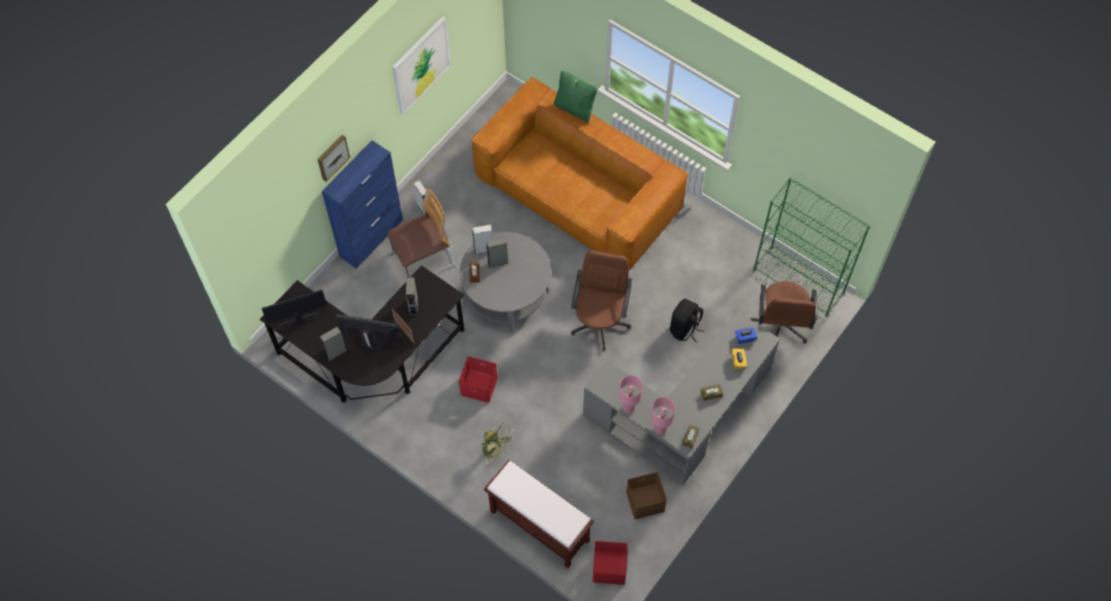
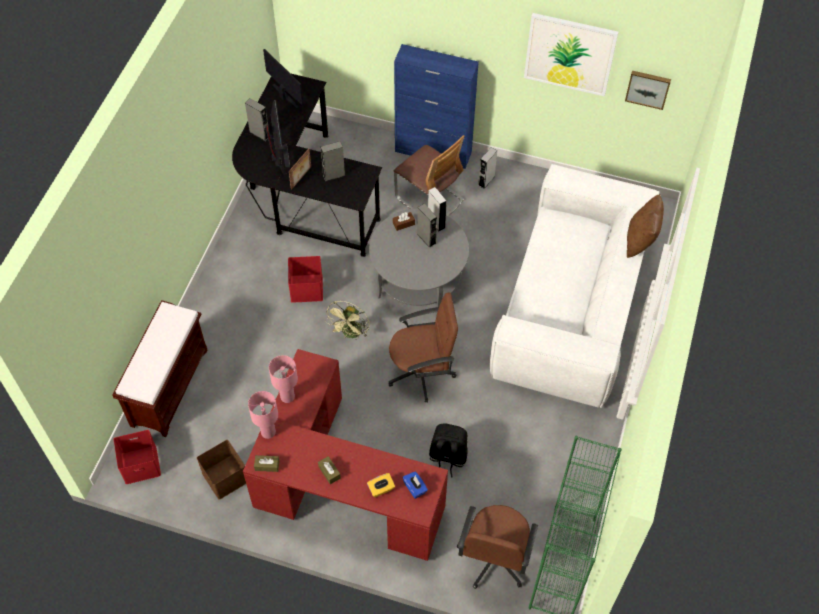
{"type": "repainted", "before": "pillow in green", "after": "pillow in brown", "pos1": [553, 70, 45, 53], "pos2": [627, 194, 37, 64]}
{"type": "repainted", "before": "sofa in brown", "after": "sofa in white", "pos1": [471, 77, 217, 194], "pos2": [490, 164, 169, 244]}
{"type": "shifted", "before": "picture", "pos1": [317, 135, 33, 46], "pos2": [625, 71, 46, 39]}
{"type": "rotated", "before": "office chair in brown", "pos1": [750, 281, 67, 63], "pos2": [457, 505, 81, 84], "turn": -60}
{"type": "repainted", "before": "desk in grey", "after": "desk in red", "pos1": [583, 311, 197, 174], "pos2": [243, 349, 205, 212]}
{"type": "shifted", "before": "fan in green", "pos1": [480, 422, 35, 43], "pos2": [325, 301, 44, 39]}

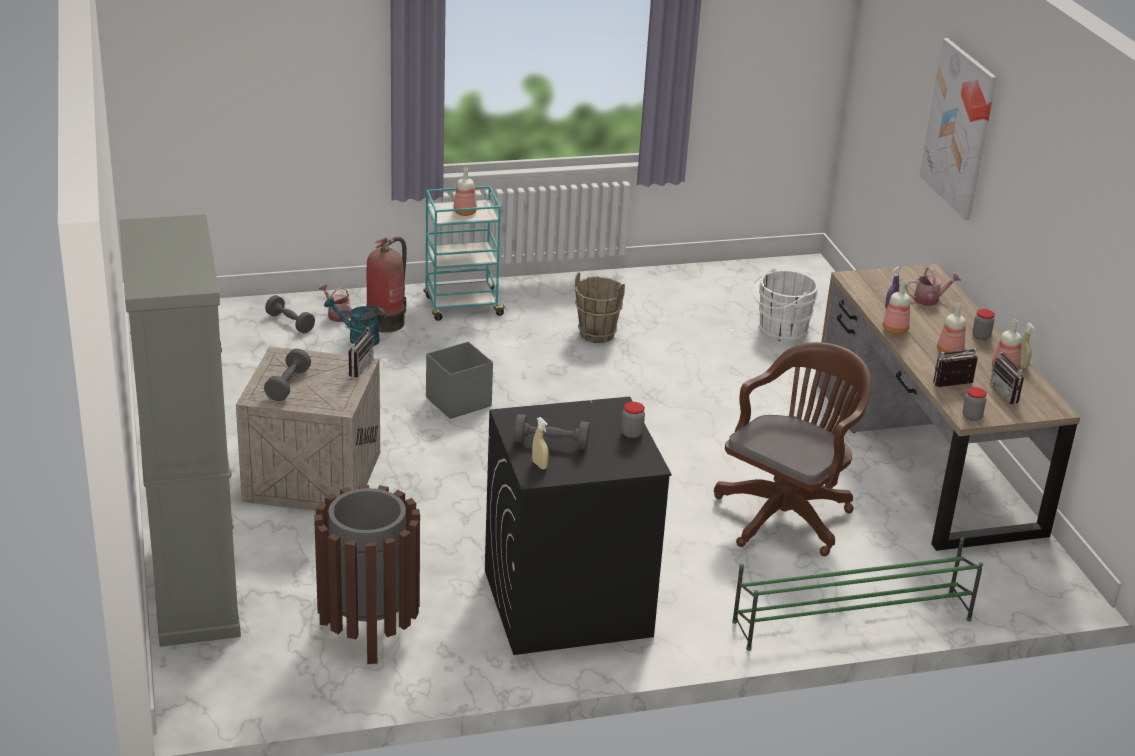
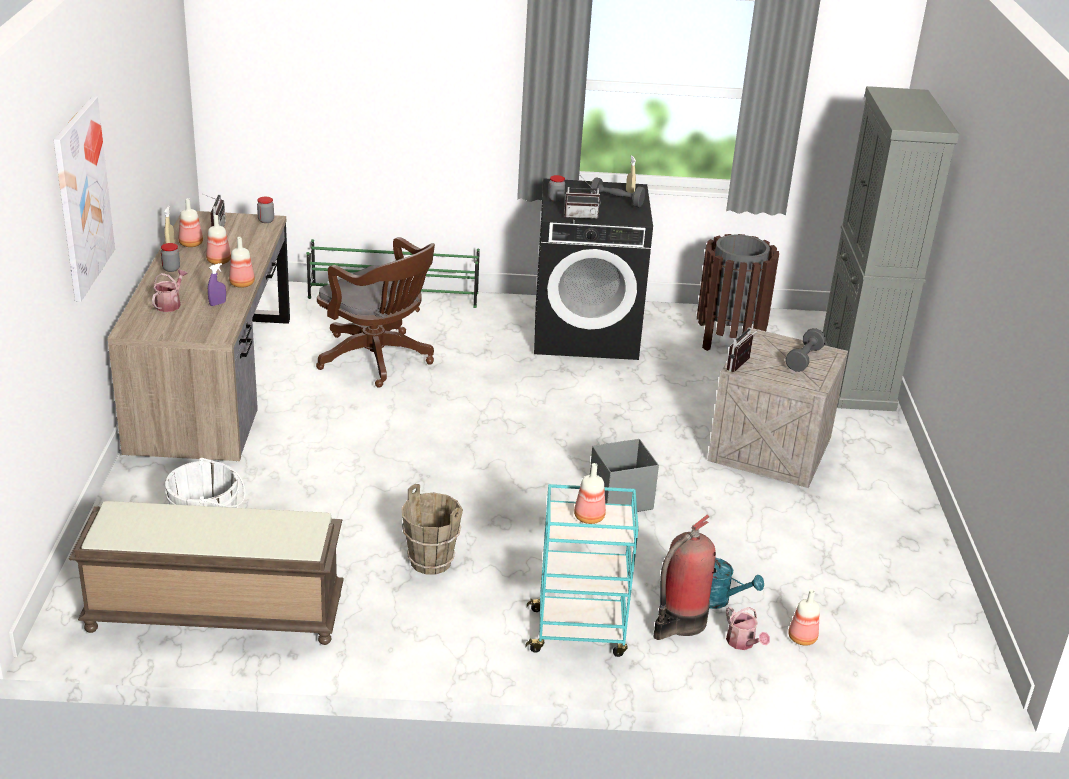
{"type": "rotated", "before": "watering can", "pos1": [905, 267, 56, 39], "pos2": [152, 269, 35, 43], "turn": 105}
{"type": "swapped", "before": "dumbbell in grey", "after": "bottle", "pos1": [265, 295, 50, 38], "pos2": [788, 590, 32, 56]}
{"type": "rotated", "before": "office chair in brown", "pos1": [714, 342, 157, 214], "pos2": [316, 237, 119, 151], "turn": -105}
{"type": "shifted", "before": "radio", "pos1": [933, 348, 45, 39], "pos2": [564, 180, 37, 39]}
{"type": "new", "after": "bench in brown", "pos2": [69, 501, 275, 144]}

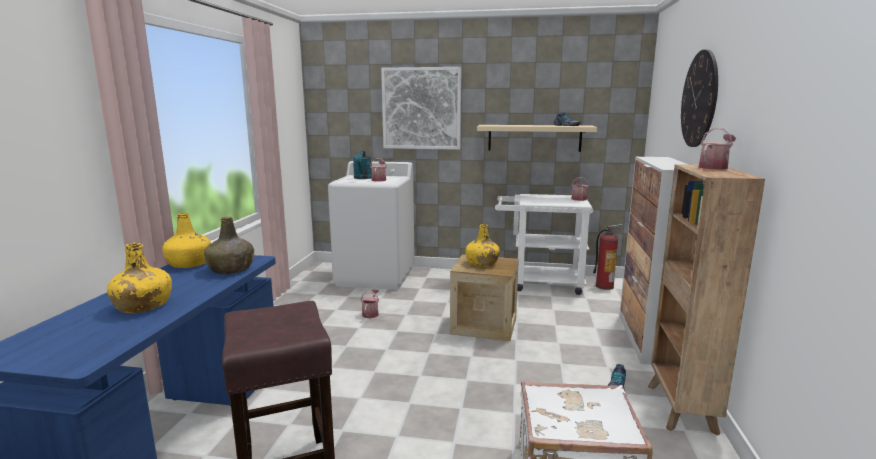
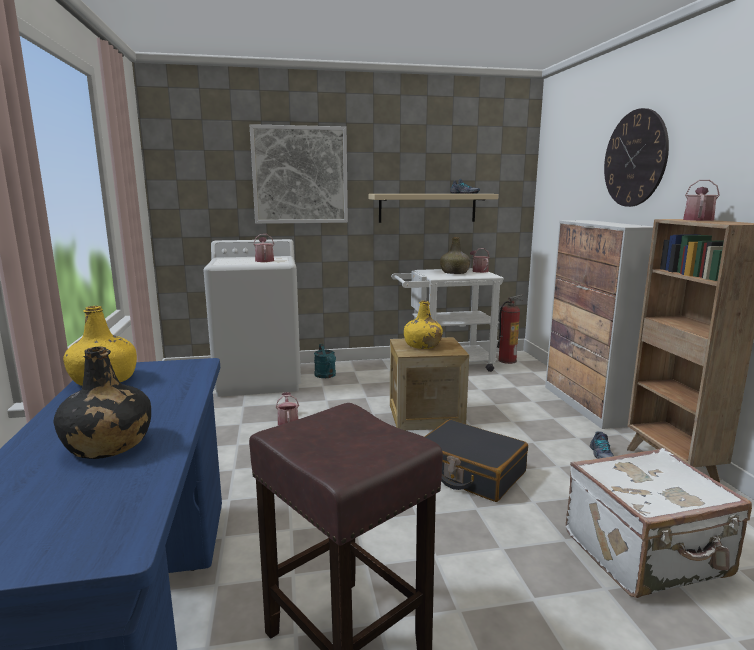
{"type": "shifted", "before": "watering can in turquoise", "pos1": [353, 151, 19, 28], "pos2": [314, 344, 22, 34]}
{"type": "shifted", "before": "bottle in green", "pos1": [204, 216, 50, 58], "pos2": [440, 237, 30, 37]}
{"type": "repainted", "before": "bottle in yellow", "after": "bottle in black", "pos1": [107, 242, 65, 71], "pos2": [54, 346, 97, 113]}
{"type": "new", "after": "suitcase in black", "pos2": [425, 419, 103, 83]}

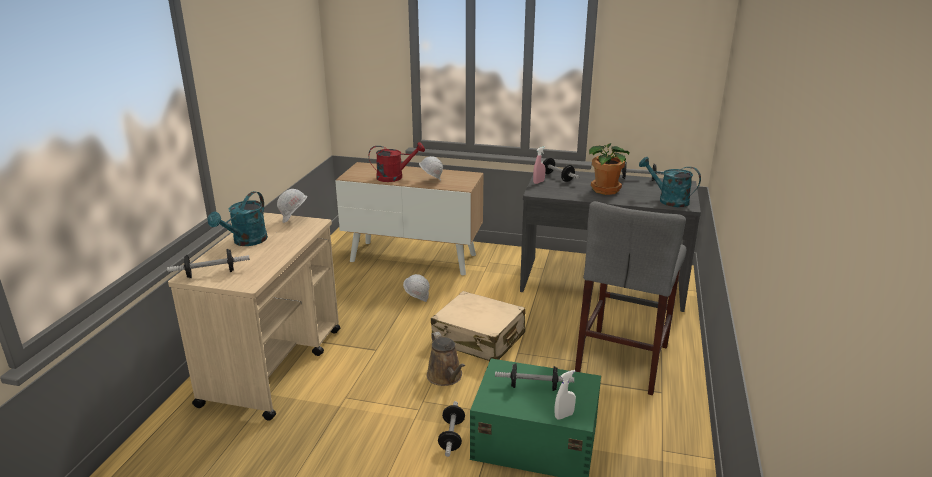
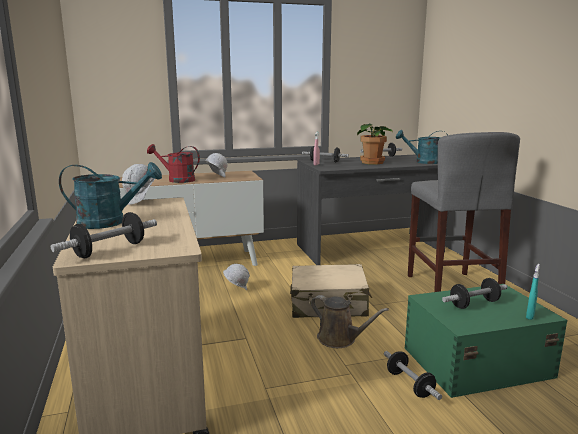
{"type": "rotated", "before": "watering can in red", "pos1": [369, 142, 56, 40], "pos2": [147, 144, 53, 39], "turn": -120}
{"type": "rotated", "before": "watering can in turquoise", "pos1": [208, 191, 60, 55], "pos2": [59, 162, 103, 67], "turn": -90}
{"type": "repainted", "before": "spray bottle in white", "after": "spray bottle in turquoise", "pos1": [555, 370, 21, 50], "pos2": [526, 264, 14, 56]}

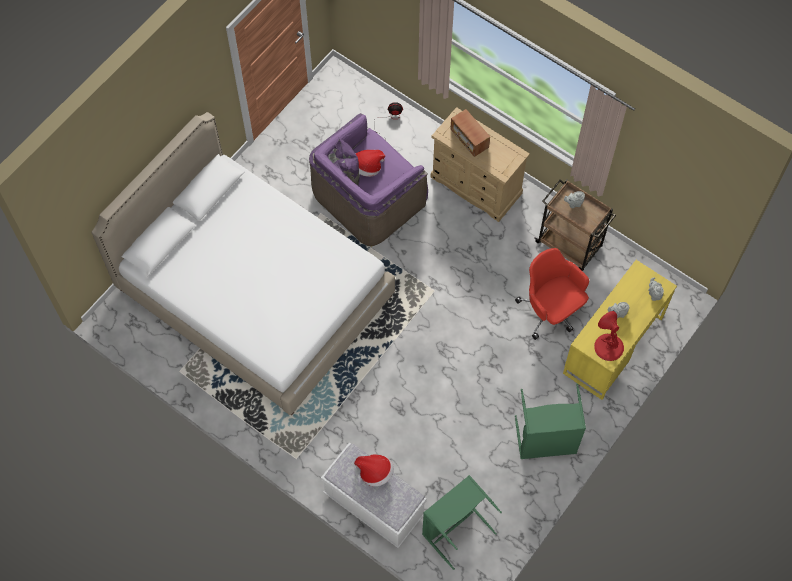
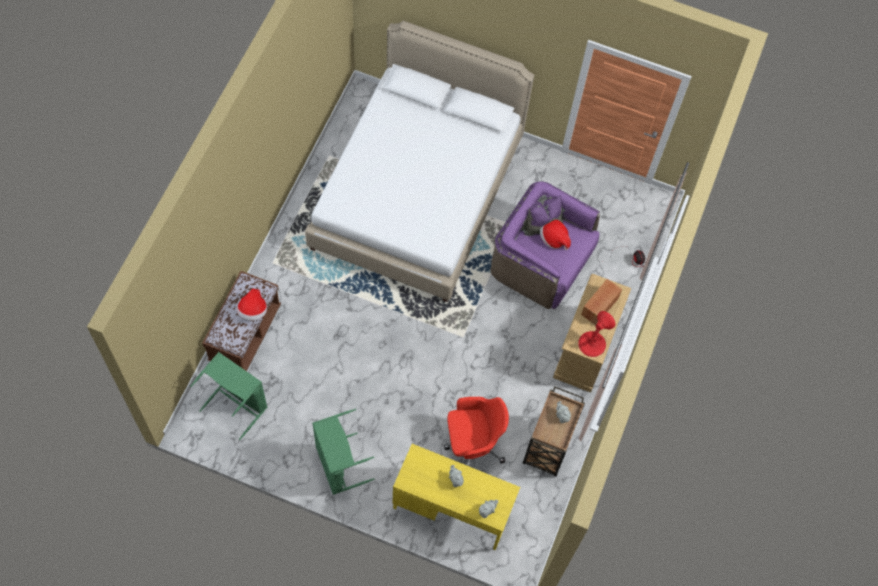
{"type": "rotated", "before": "office chair in red", "pos1": [515, 248, 74, 92], "pos2": [444, 397, 65, 69], "turn": 45}
{"type": "shifted", "before": "table lamp in red", "pos1": [594, 311, 30, 50], "pos2": [578, 311, 37, 46]}
{"type": "repainted", "before": "bench in white", "after": "bench in brown", "pos1": [321, 442, 105, 106], "pos2": [202, 271, 79, 100]}

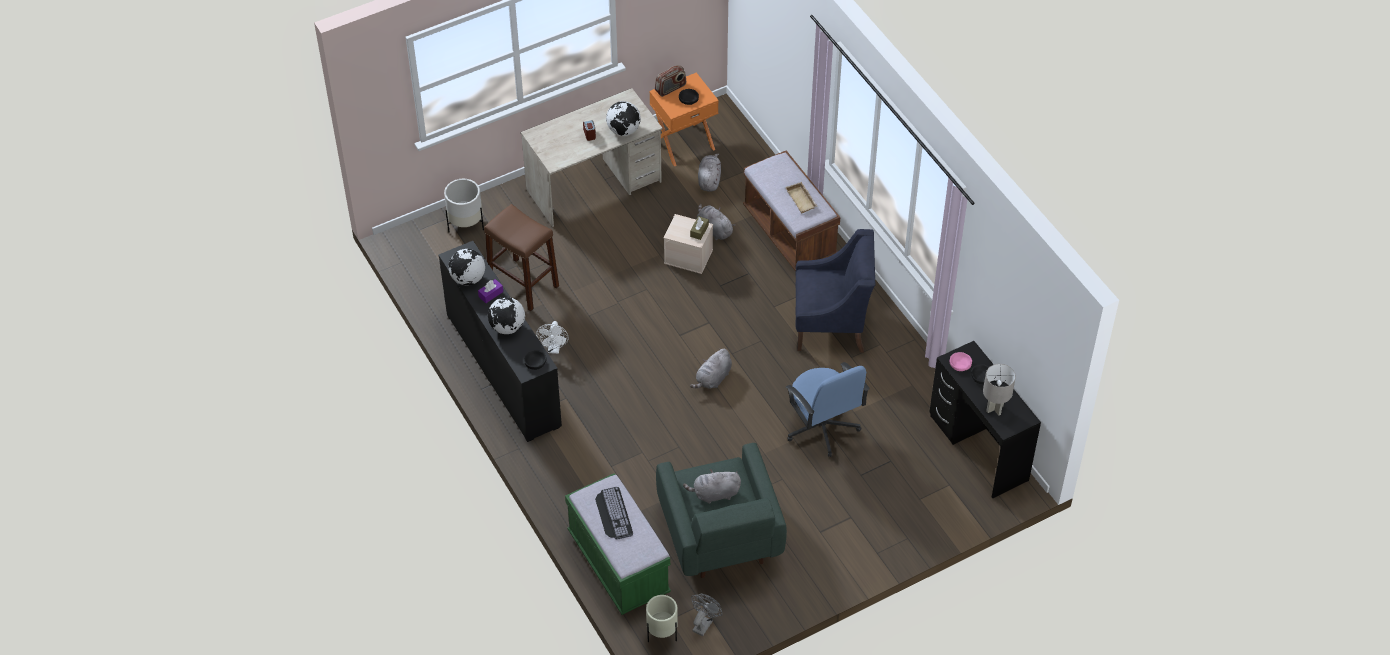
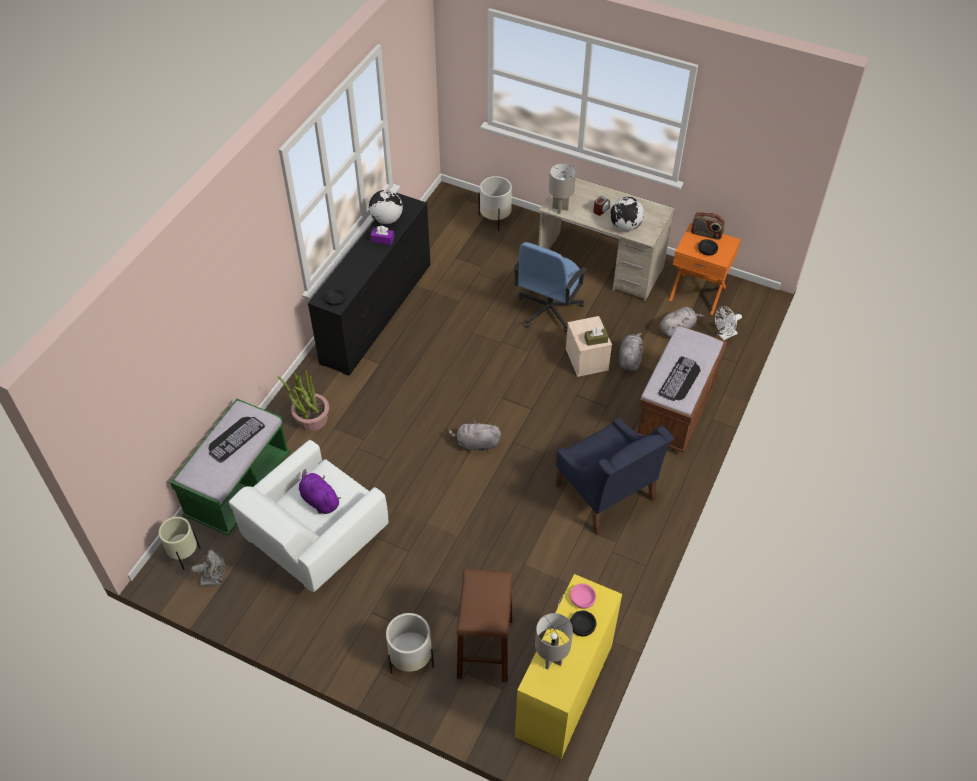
{"type": "swapped", "before": "tray in beige", "after": "keyboard", "pos1": [785, 182, 33, 31], "pos2": [659, 356, 42, 45]}
{"type": "shifted", "before": "stool in brown", "pos1": [484, 204, 75, 107], "pos2": [456, 569, 57, 113]}
{"type": "gone", "before": "globe", "pos1": [488, 297, 37, 37]}
{"type": "shifted", "before": "fan in white", "pos1": [536, 321, 33, 33], "pos2": [715, 306, 27, 34]}
{"type": "repainted", "before": "desk in black", "after": "desk in yellow", "pos1": [929, 341, 112, 157], "pos2": [515, 574, 107, 185]}
{"type": "shifted", "before": "office chair in blue", "pos1": [786, 362, 83, 95], "pos2": [514, 242, 74, 90]}
{"type": "repainted", "before": "armchair in green", "after": "armchair in white", "pos1": [656, 443, 131, 135], "pos2": [229, 440, 159, 152]}
{"type": "repainted", "before": "plush toy in grey", "after": "plush toy in purple", "pos1": [683, 469, 58, 35], "pos2": [299, 469, 42, 45]}
{"type": "new", "after": "table lamp in grey", "pos2": [549, 163, 27, 51]}
{"type": "new", "after": "potted plant", "pos2": [278, 369, 51, 62]}
{"type": "new", "after": "planter in white", "pos2": [386, 613, 48, 61]}

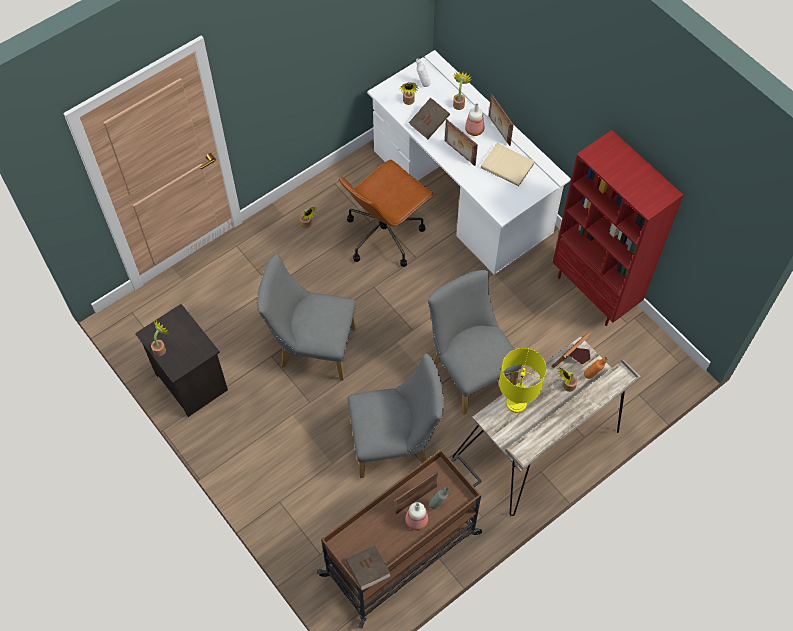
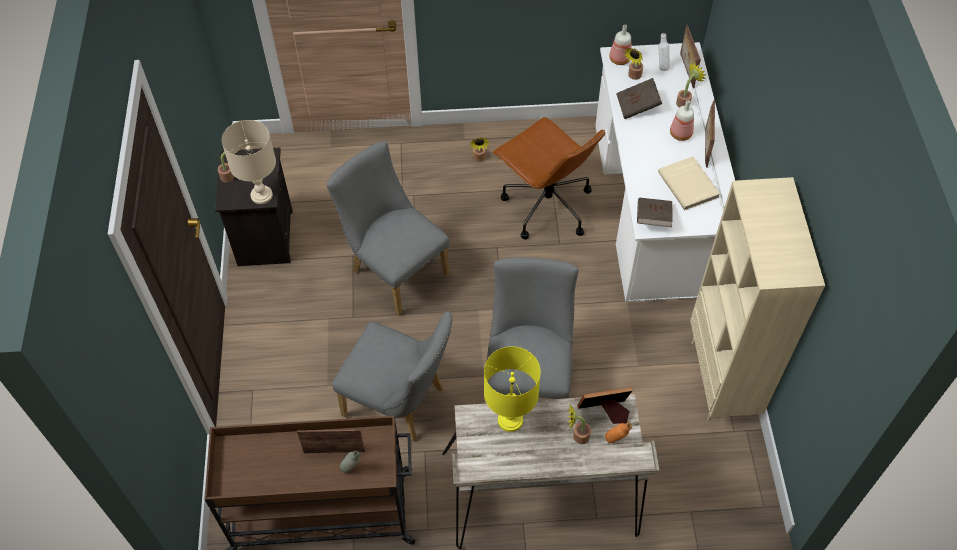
{"type": "shifted", "before": "picture frame", "pos1": [445, 119, 33, 47], "pos2": [680, 24, 21, 64]}
{"type": "repainted", "before": "bookcase in red", "after": "bookcase in beige", "pos1": [552, 130, 131, 196], "pos2": [690, 177, 135, 244]}
{"type": "rotated", "before": "office chair in brown", "pos1": [339, 159, 95, 108], "pos2": [493, 117, 112, 122], "turn": -120}
{"type": "shifted", "before": "bottle", "pos1": [405, 502, 23, 28], "pos2": [609, 25, 22, 40]}
{"type": "shifted", "before": "book in brown", "pos1": [346, 545, 45, 46], "pos2": [637, 198, 36, 29]}
{"type": "new", "after": "table lamp in beige", "pos2": [222, 120, 54, 84]}

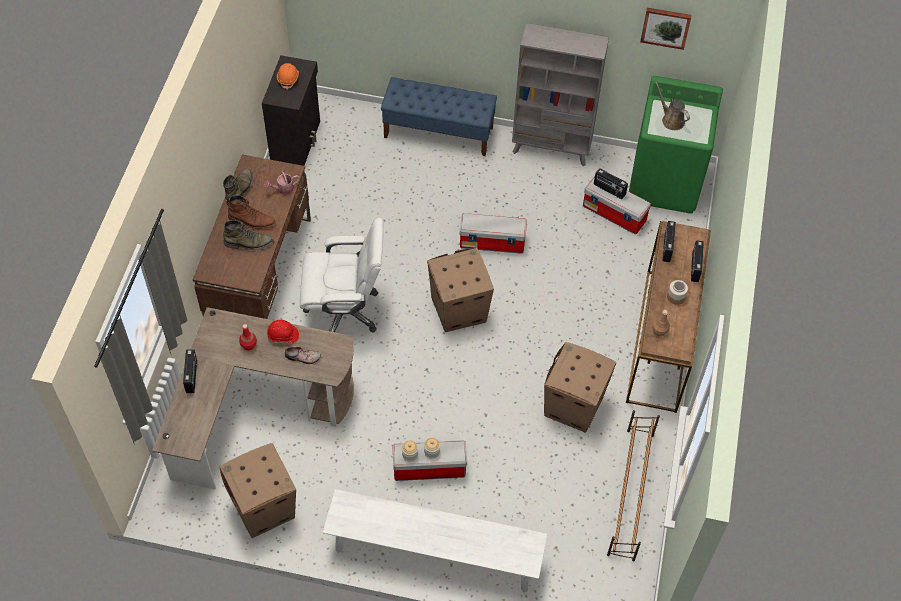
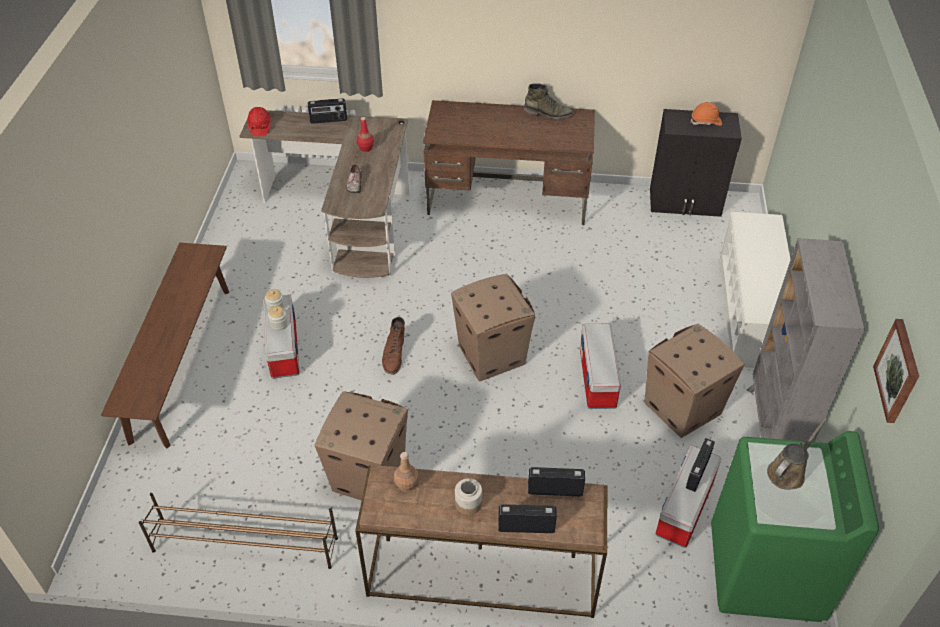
{"type": "swapped", "before": "bench in blue", "after": "shoe rack in white", "pos1": [381, 77, 116, 79], "pos2": [719, 212, 72, 156]}
{"type": "gone", "before": "watering can", "pos1": [264, 171, 36, 24]}
{"type": "shifted", "before": "boot in brown", "pos1": [228, 195, 48, 34], "pos2": [382, 317, 23, 57]}
{"type": "gone", "before": "office chair in white", "pos1": [300, 218, 83, 115]}
{"type": "gone", "before": "boot in green", "pos1": [223, 220, 50, 30]}
{"type": "shifted", "before": "hard hat in red", "pos1": [267, 320, 32, 23], "pos2": [247, 107, 24, 29]}
{"type": "shifted", "before": "cardboard box", "pos1": [220, 443, 76, 95], "pos2": [645, 324, 99, 114]}
{"type": "repainted", "before": "bench in white", "after": "bench in brown", "pos1": [322, 489, 225, 104], "pos2": [101, 243, 128, 206]}

